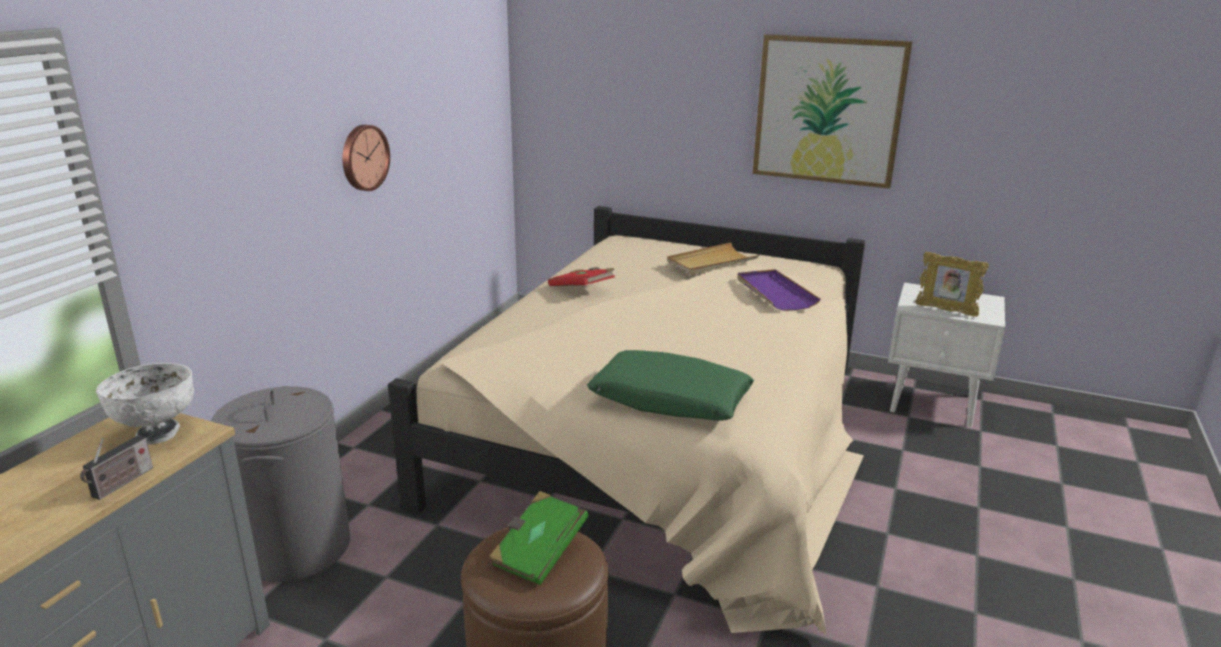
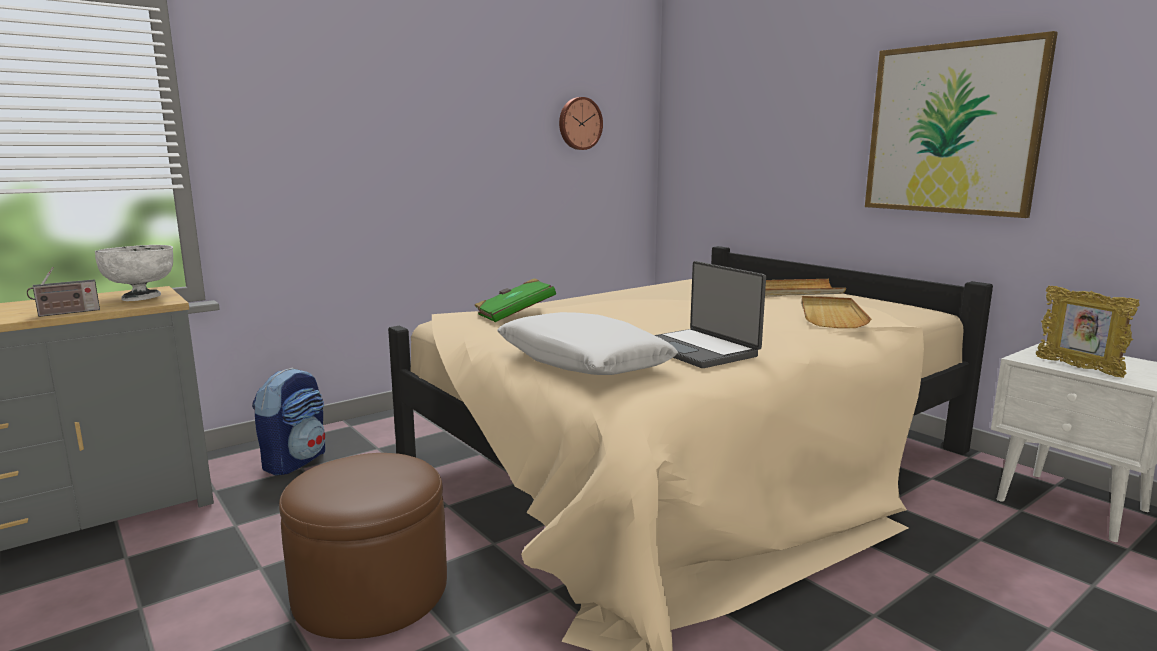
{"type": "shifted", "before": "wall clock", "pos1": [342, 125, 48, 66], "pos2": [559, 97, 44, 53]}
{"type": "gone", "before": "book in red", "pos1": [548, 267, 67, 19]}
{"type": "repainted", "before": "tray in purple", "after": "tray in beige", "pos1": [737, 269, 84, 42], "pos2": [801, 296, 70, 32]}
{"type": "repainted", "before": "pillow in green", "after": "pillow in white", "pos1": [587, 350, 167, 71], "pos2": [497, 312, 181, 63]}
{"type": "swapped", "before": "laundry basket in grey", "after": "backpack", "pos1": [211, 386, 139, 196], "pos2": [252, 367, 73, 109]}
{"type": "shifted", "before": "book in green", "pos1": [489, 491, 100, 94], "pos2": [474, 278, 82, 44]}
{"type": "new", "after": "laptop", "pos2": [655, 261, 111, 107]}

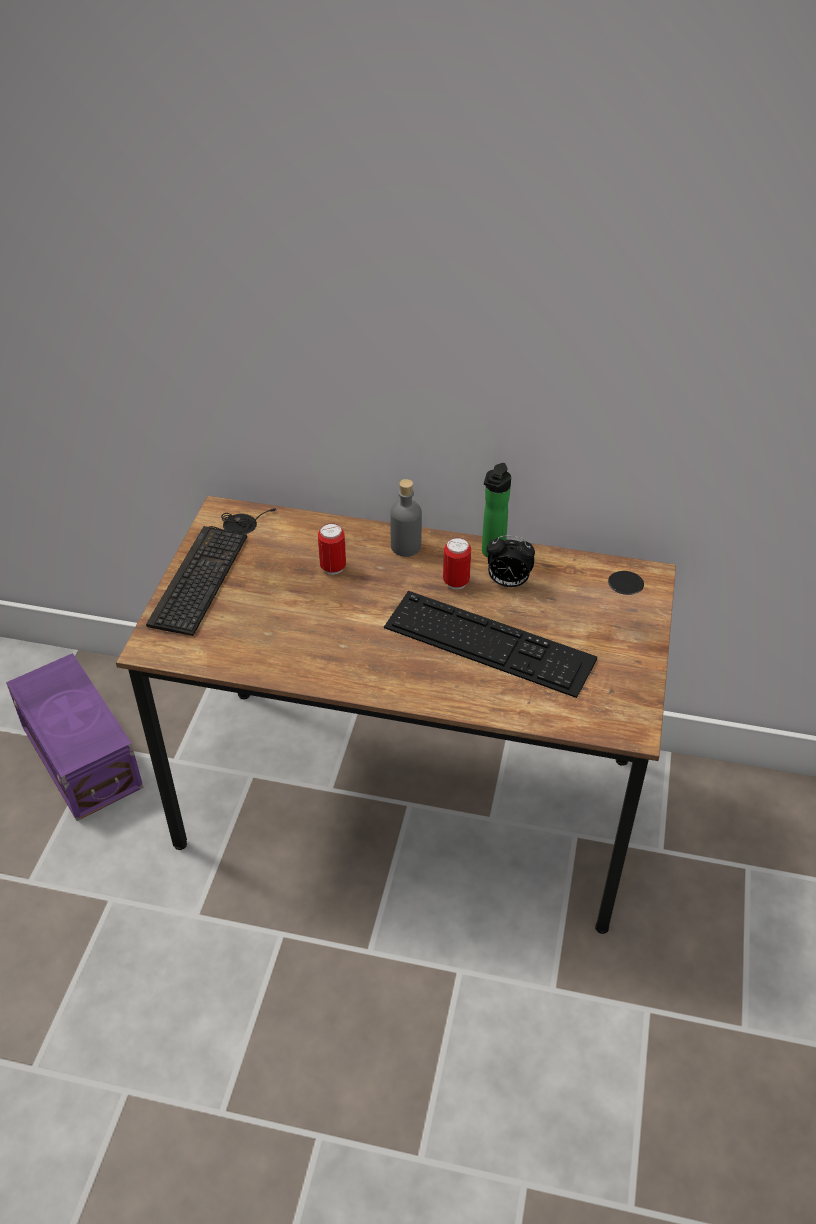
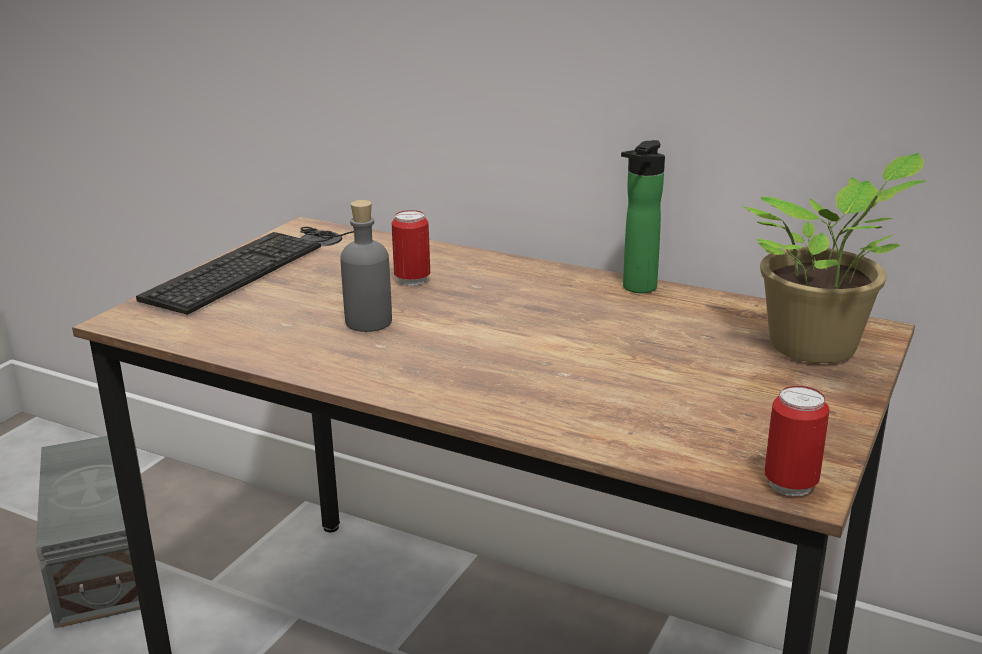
{"type": "shifted", "before": "bottle in grey", "pos1": [390, 479, 32, 78], "pos2": [340, 200, 52, 132]}
{"type": "gone", "before": "alarm clock", "pos1": [487, 535, 48, 52]}
{"type": "shifted", "before": "can", "pos1": [443, 538, 28, 52], "pos2": [765, 386, 65, 110]}
{"type": "gone", "before": "keyboard", "pos1": [384, 591, 213, 107]}
{"type": "repainted", "before": "storage box in purple", "after": "storage box in grey", "pos1": [6, 653, 138, 168], "pos2": [36, 431, 111, 197]}
{"type": "new", "after": "potted plant", "pos2": [741, 153, 185, 210]}

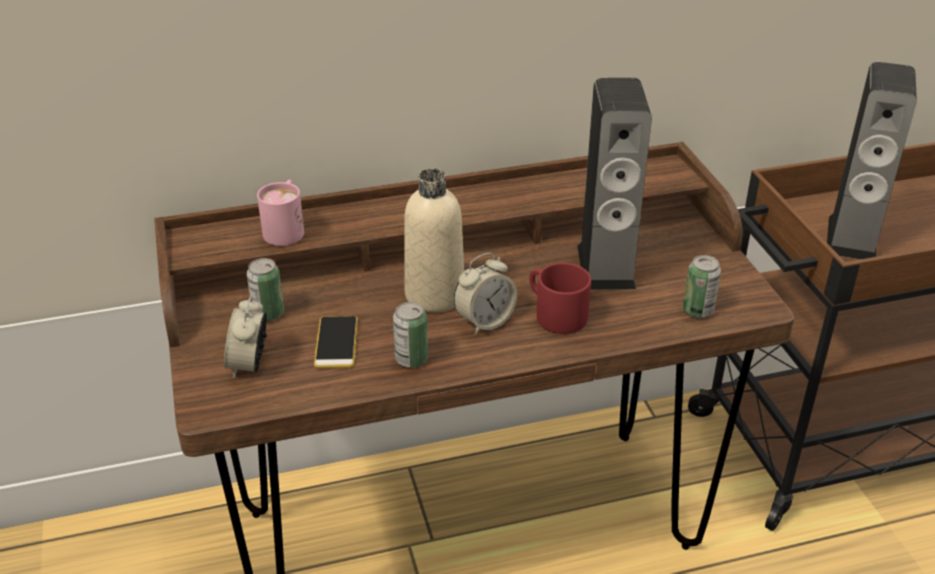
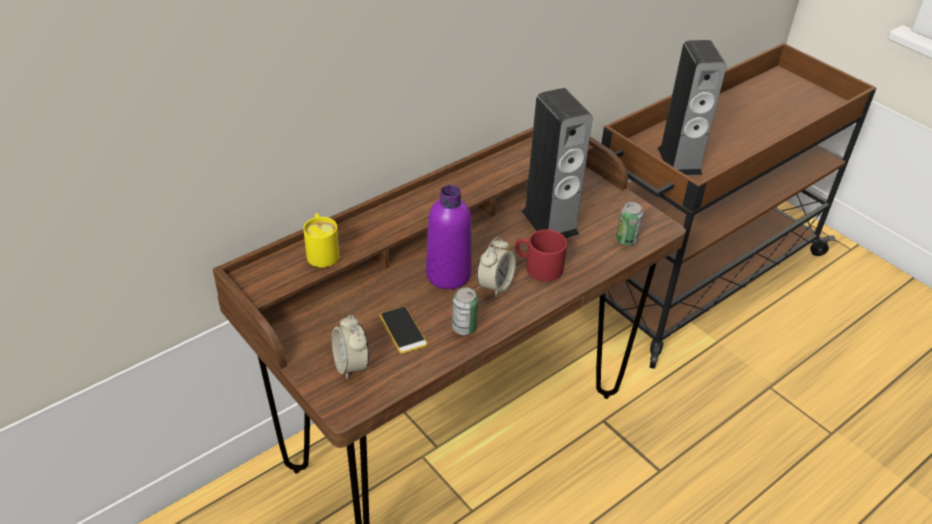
{"type": "repainted", "before": "bottle in beige", "after": "bottle in purple", "pos1": [404, 168, 60, 144], "pos2": [426, 185, 46, 104]}
{"type": "repainted", "before": "mug in pink", "after": "mug in yellow", "pos1": [257, 180, 47, 66], "pos2": [303, 213, 37, 55]}
{"type": "gone", "before": "can", "pos1": [247, 258, 37, 63]}

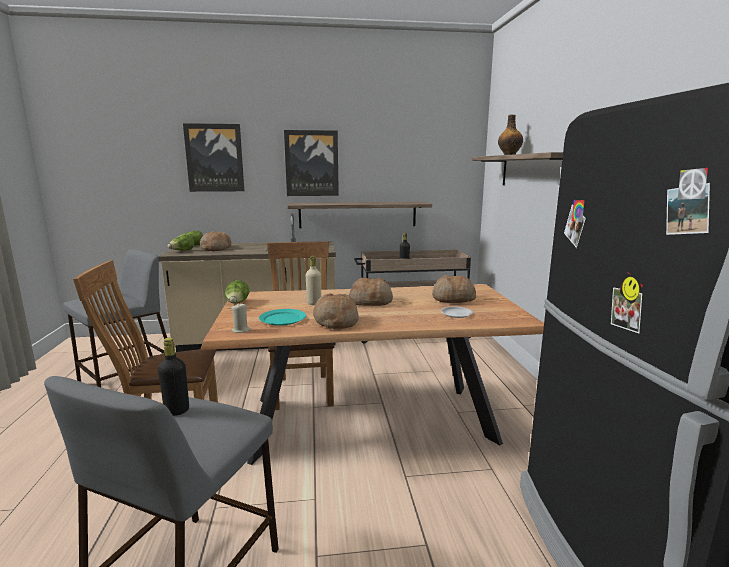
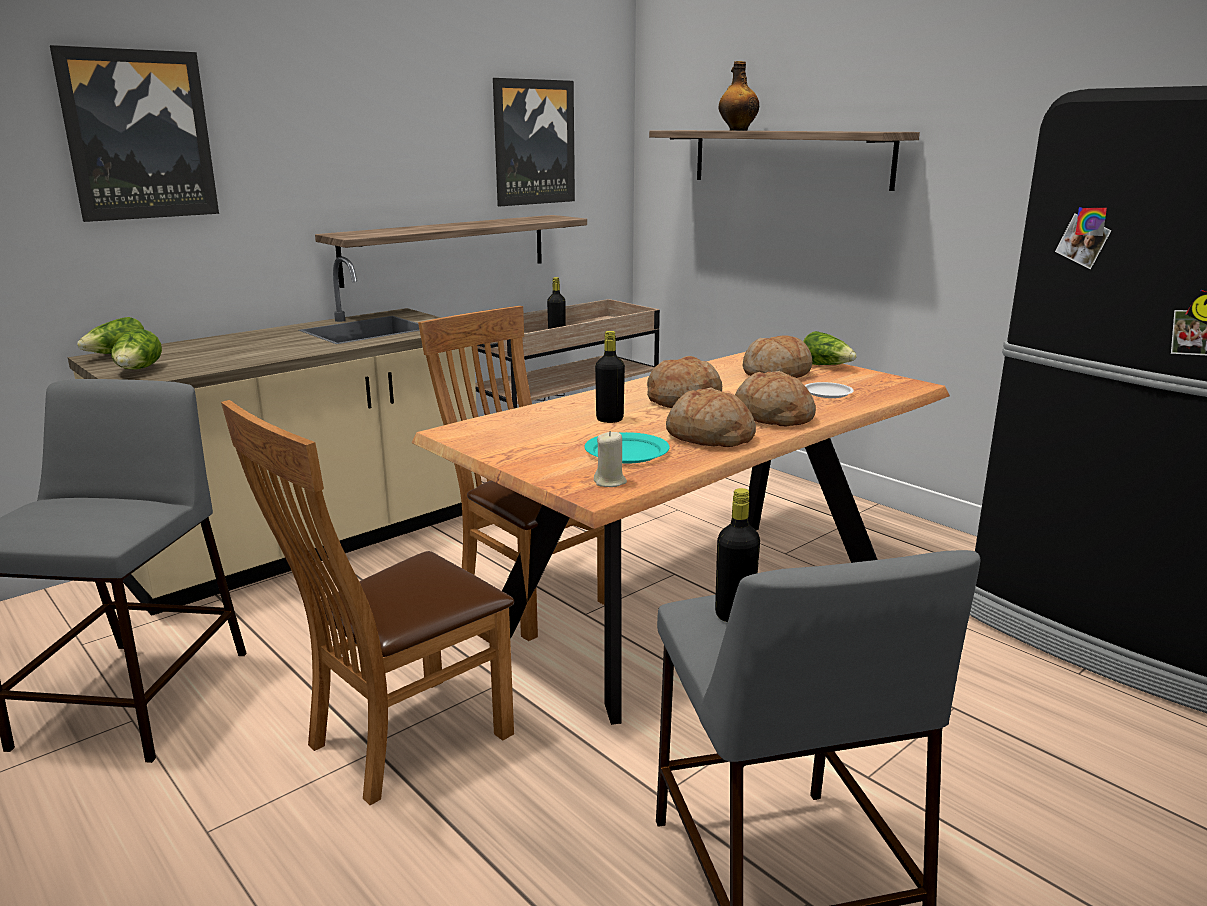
{"type": "shifted", "before": "picture", "pos1": [284, 130, 55, 66], "pos2": [493, 78, 82, 128]}
{"type": "shifted", "before": "bread", "pos1": [200, 231, 31, 20], "pos2": [735, 371, 81, 55]}
{"type": "repainted", "before": "bottle in beige", "after": "bottle in black", "pos1": [306, 256, 15, 49], "pos2": [595, 331, 30, 92]}
{"type": "shifted", "before": "lettuce", "pos1": [225, 280, 24, 24], "pos2": [803, 331, 54, 34]}

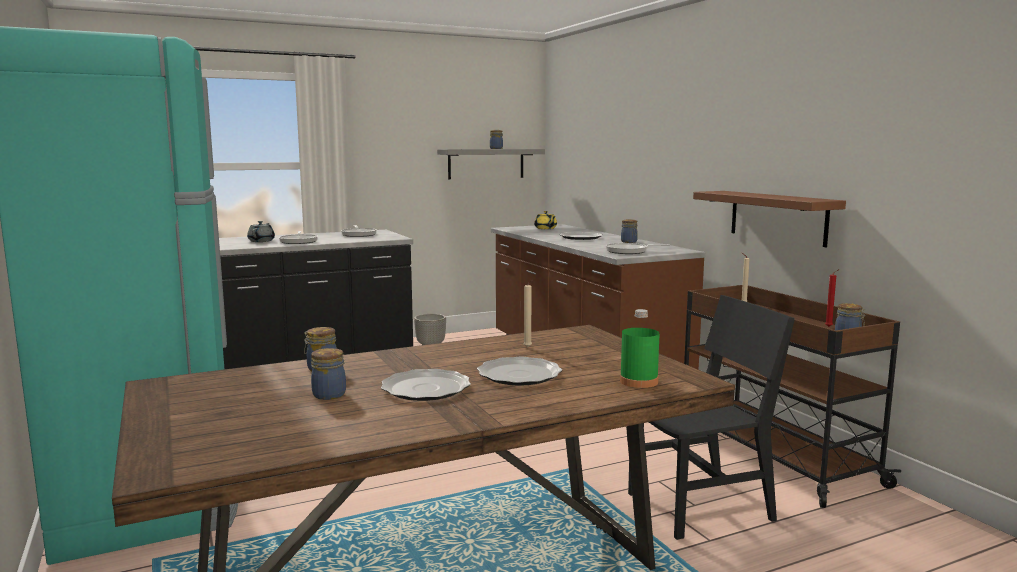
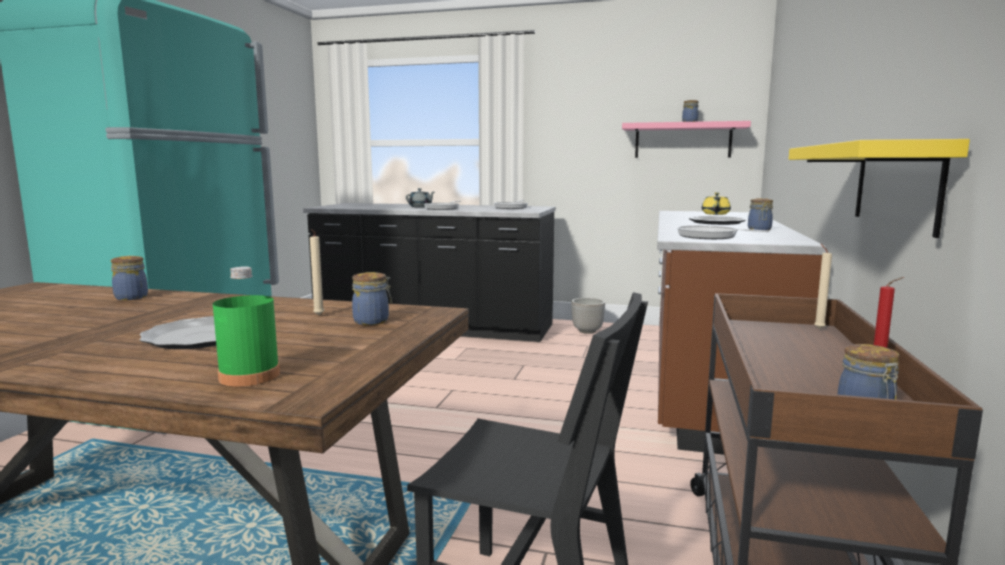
{"type": "repainted", "before": "shelf in grey", "after": "shelf in pink", "pos1": [437, 149, 108, 30], "pos2": [622, 121, 129, 37]}
{"type": "repainted", "before": "shelf in brown", "after": "shelf in yellow", "pos1": [693, 191, 153, 56], "pos2": [789, 139, 181, 99]}
{"type": "shifted", "before": "jar", "pos1": [311, 348, 35, 52], "pos2": [352, 272, 40, 53]}
{"type": "gone", "before": "plate", "pos1": [381, 369, 90, 32]}

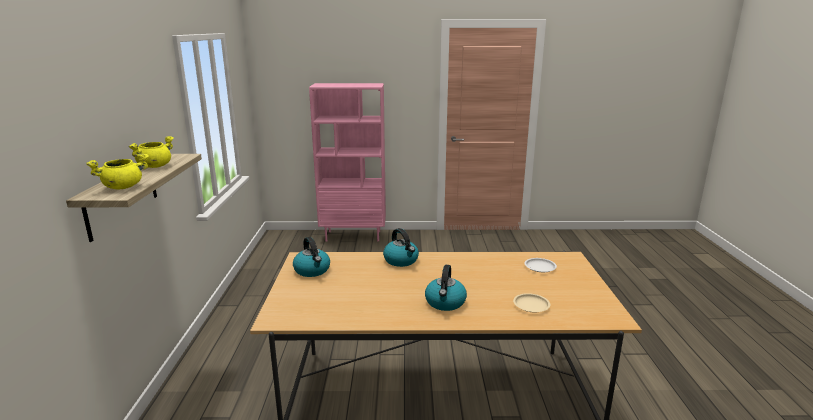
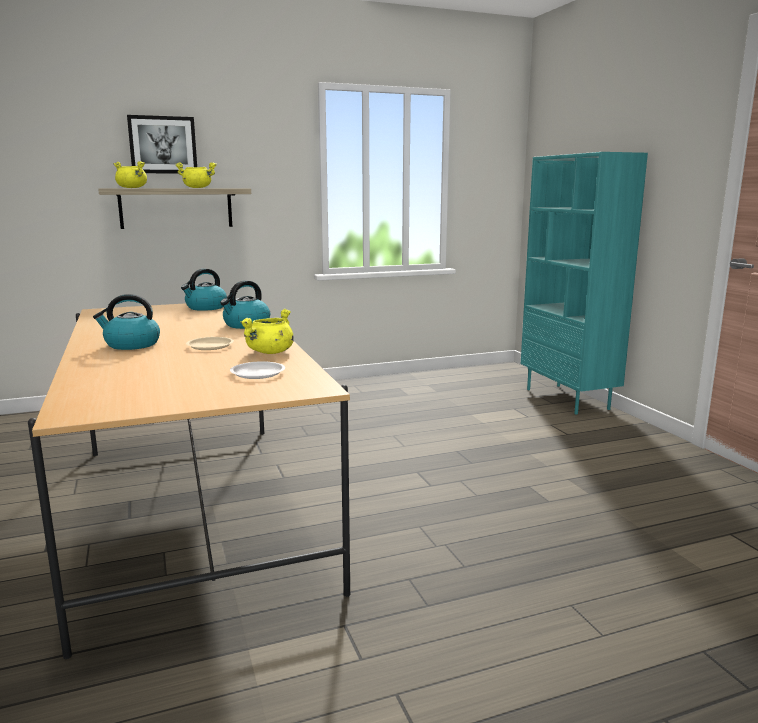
{"type": "repainted", "before": "bookcase in pink", "after": "bookcase in turquoise", "pos1": [309, 83, 77, 159], "pos2": [521, 152, 127, 263]}
{"type": "shifted", "before": "plate in beige", "pos1": [513, 293, 37, 20], "pos2": [186, 337, 48, 13]}
{"type": "new", "after": "picture", "pos2": [127, 115, 70, 59]}
{"type": "new", "after": "cooking pot in yellow", "pos2": [240, 309, 54, 45]}

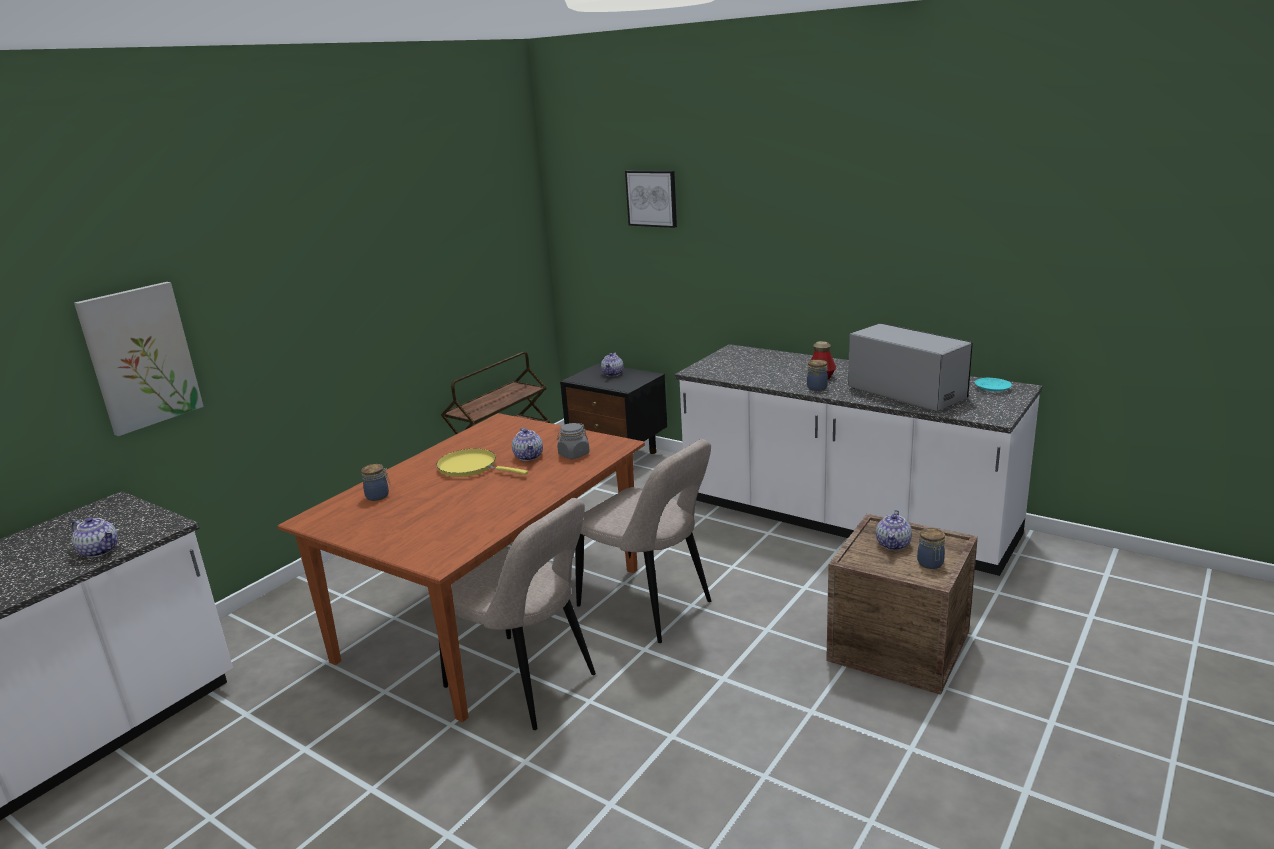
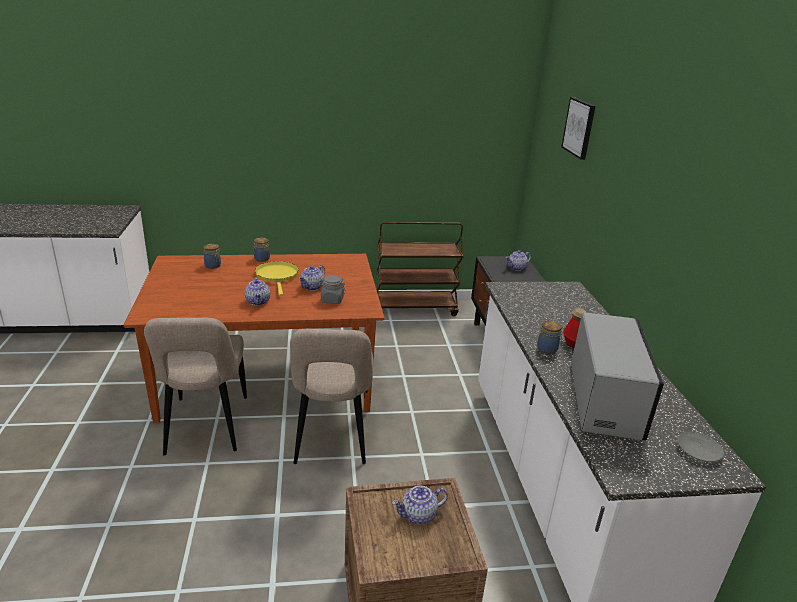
{"type": "gone", "before": "picture", "pos1": [74, 282, 130, 154]}
{"type": "repainted", "before": "plate in turquoise", "after": "plate in grey", "pos1": [975, 377, 37, 15], "pos2": [678, 432, 46, 30]}
{"type": "shifted", "before": "teapot", "pos1": [72, 517, 46, 41], "pos2": [245, 277, 25, 29]}
{"type": "shifted", "before": "jar", "pos1": [917, 528, 28, 41], "pos2": [253, 238, 17, 24]}

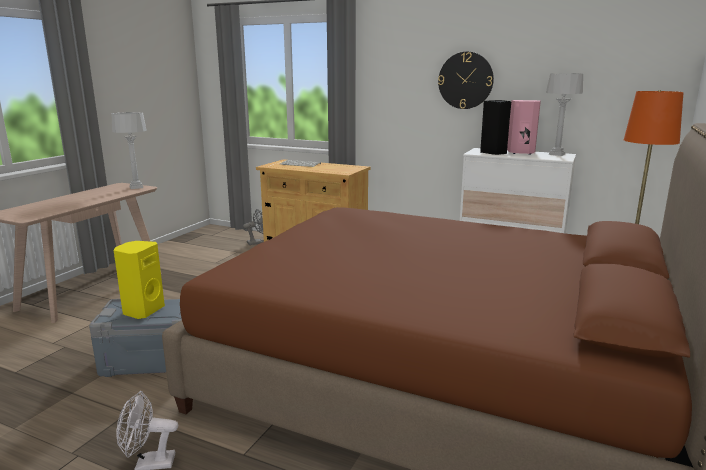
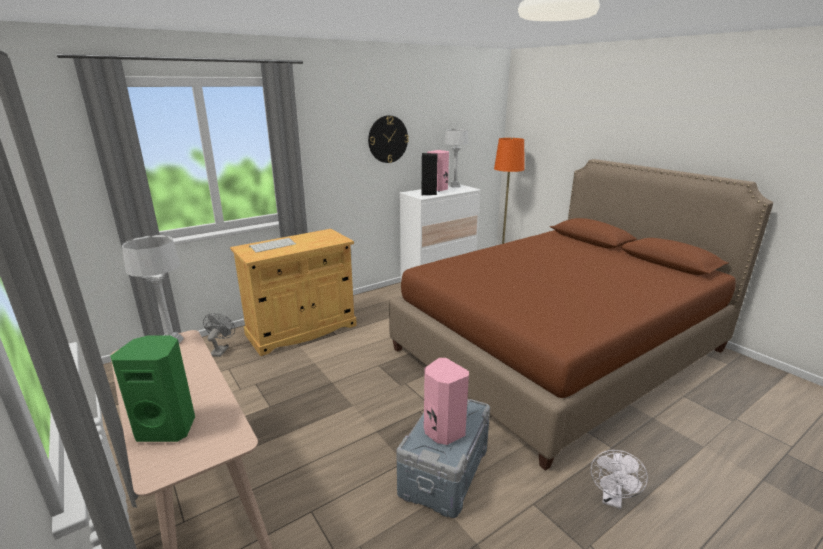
{"type": "repainted", "before": "speaker in yellow", "after": "speaker in pink", "pos1": [114, 241, 51, 78], "pos2": [424, 358, 45, 87]}
{"type": "new", "after": "speaker in green", "pos2": [110, 335, 85, 107]}

